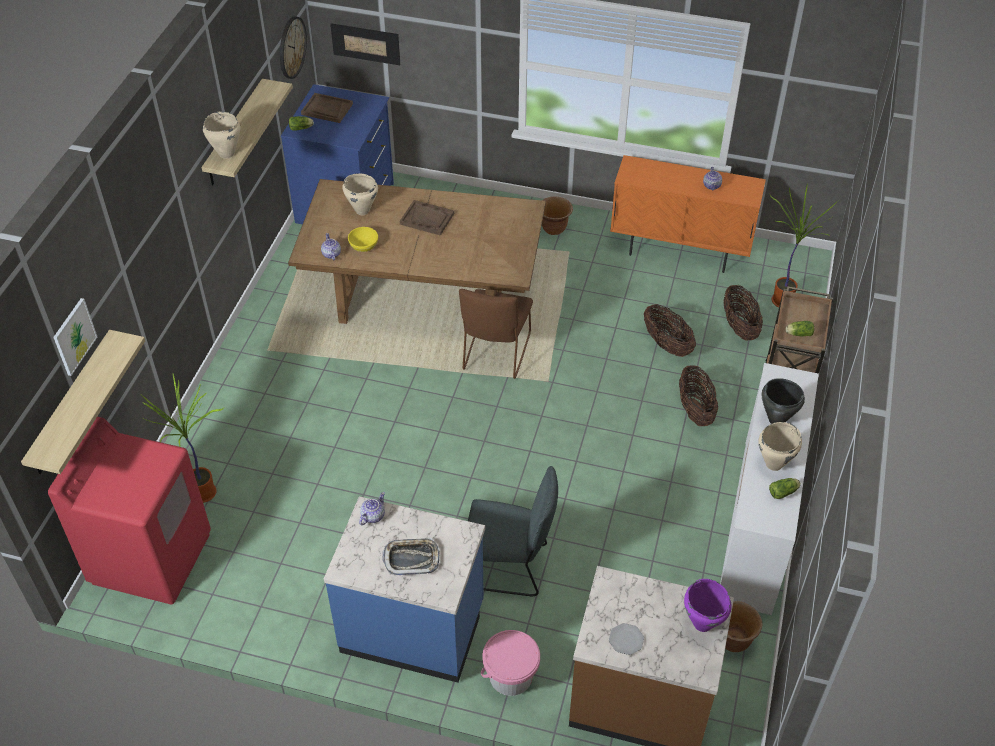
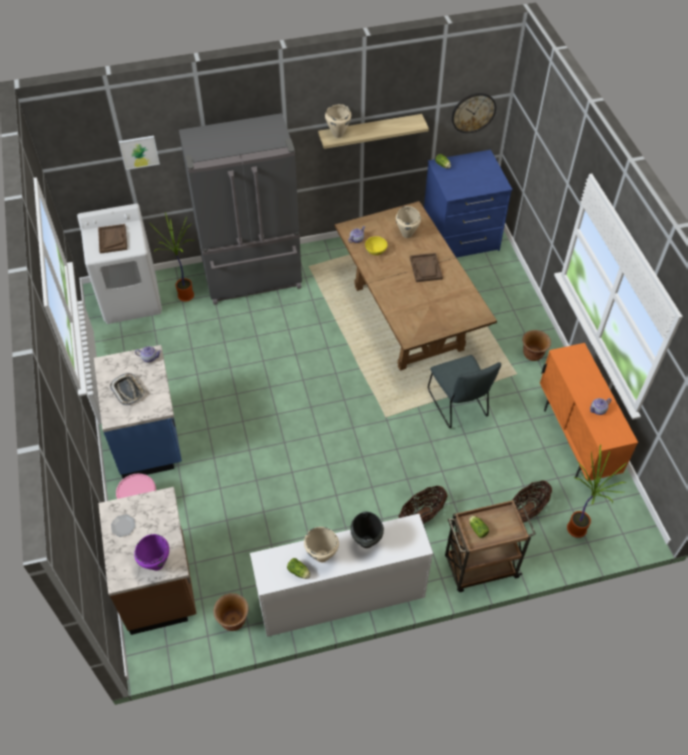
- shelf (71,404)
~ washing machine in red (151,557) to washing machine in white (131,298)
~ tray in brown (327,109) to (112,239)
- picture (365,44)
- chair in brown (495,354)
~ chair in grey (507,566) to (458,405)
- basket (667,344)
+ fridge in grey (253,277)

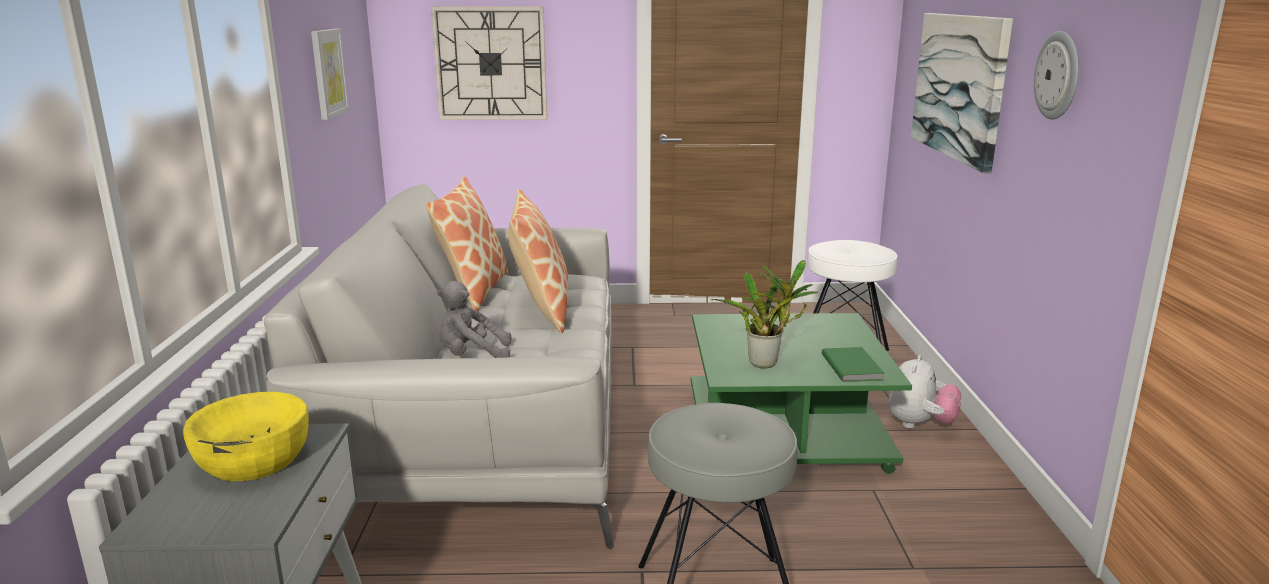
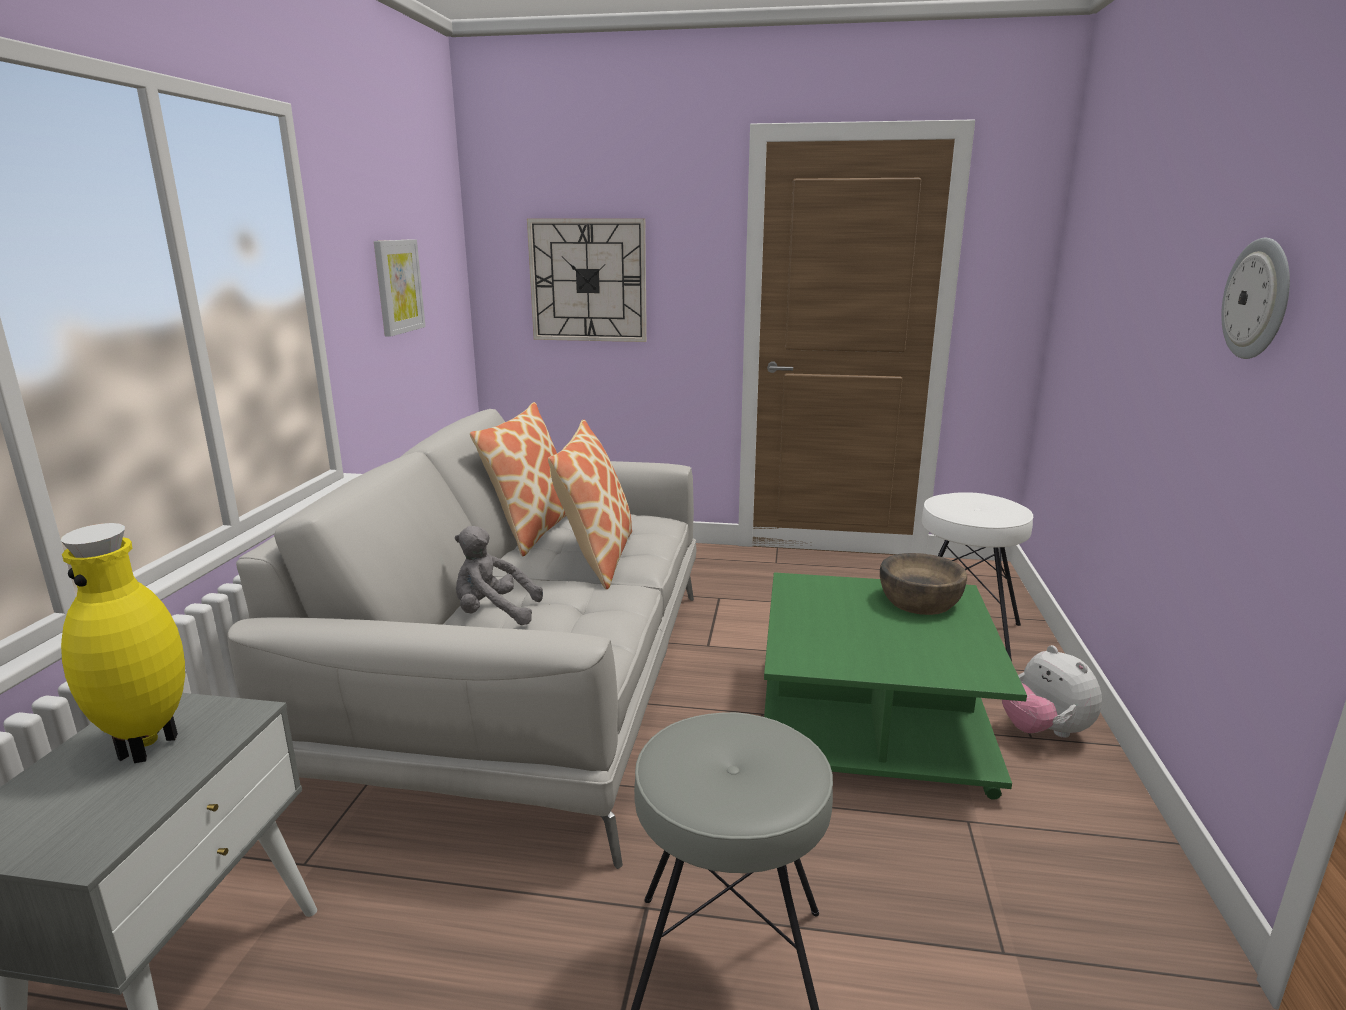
~ bowl in yellow (254,459) to vase in yellow (150,745)
- potted plant (766,363)
- book in green (853,367)
~ plush toy (919,424) = (1044,731) 120 degrees clockwise
- picture (959,86)
+ bowl in brown (919,601)

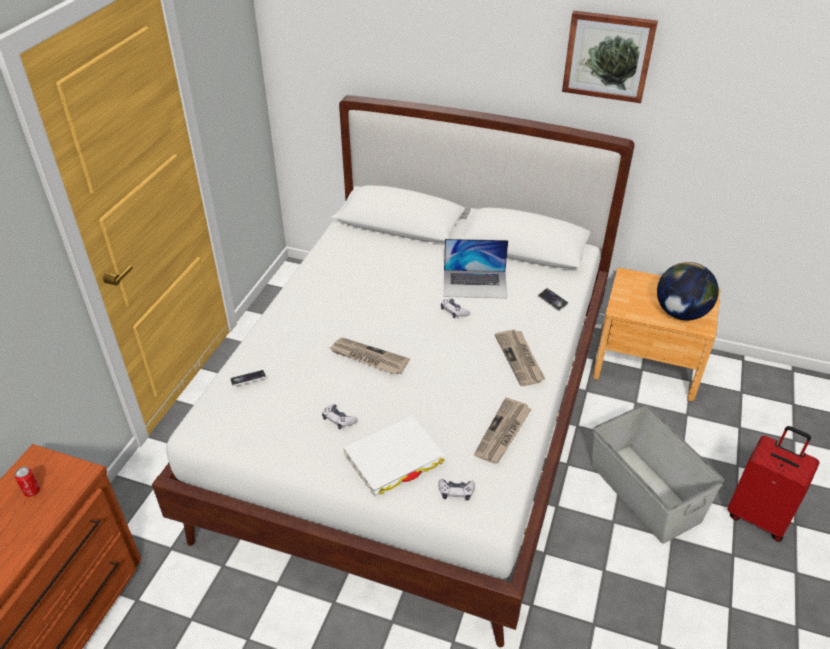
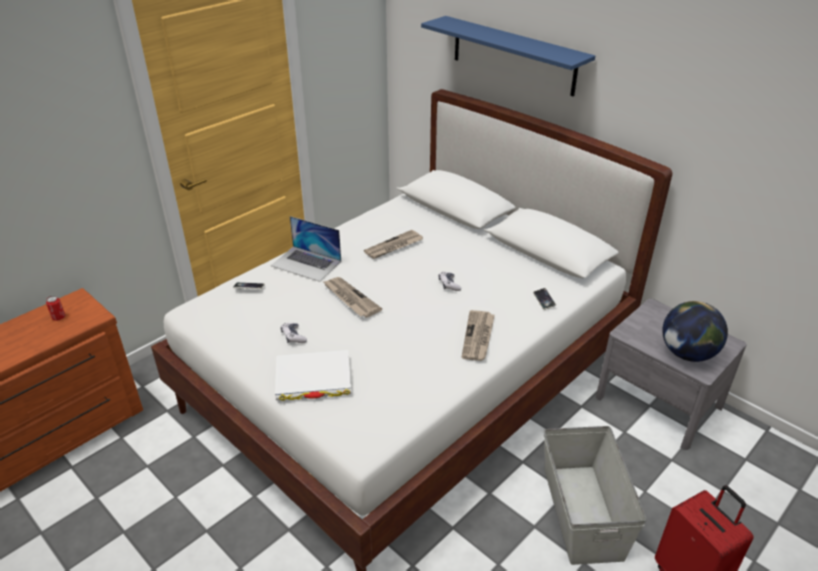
- game controller (456,492)
~ laptop (475,284) to (306,263)
~ newspaper (503,433) to (393,247)
- picture (608,56)
~ nightstand in brown (647,363) to nightstand in grey (658,402)
+ shelf in blue (513,55)

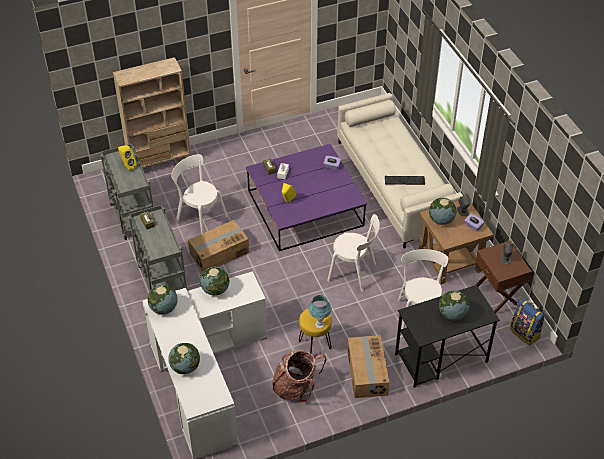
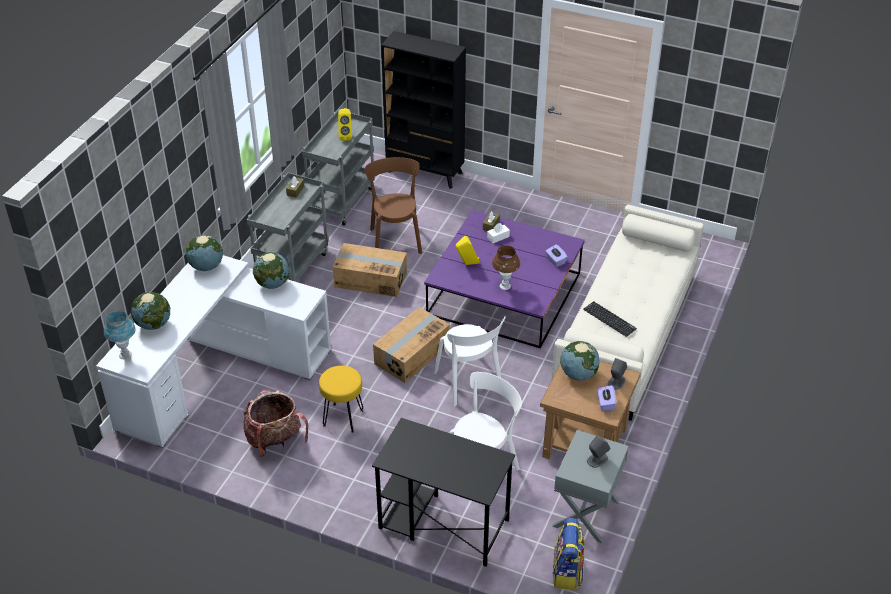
~ bookcase in beige (160,163) to bookcase in black (425,172)
~ chair in white (199,218) to chair in brown (395,239)
~ table lamp in blue (319,324) to (125,355)
~ cardboard box (366,373) to (411,354)
- globe (452,314)
~ nightstand in brown (497,297) to nightstand in grey (587,514)
+ table lamp in brown (505,286)

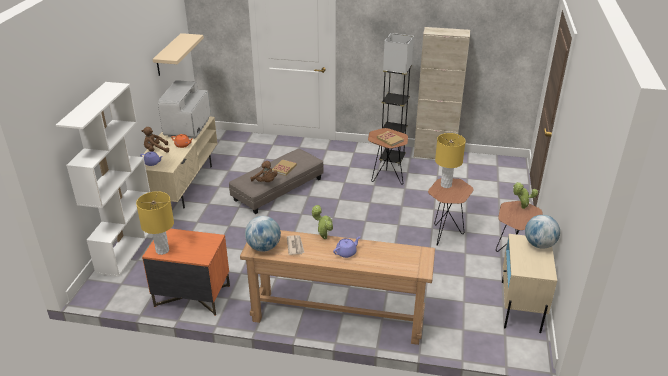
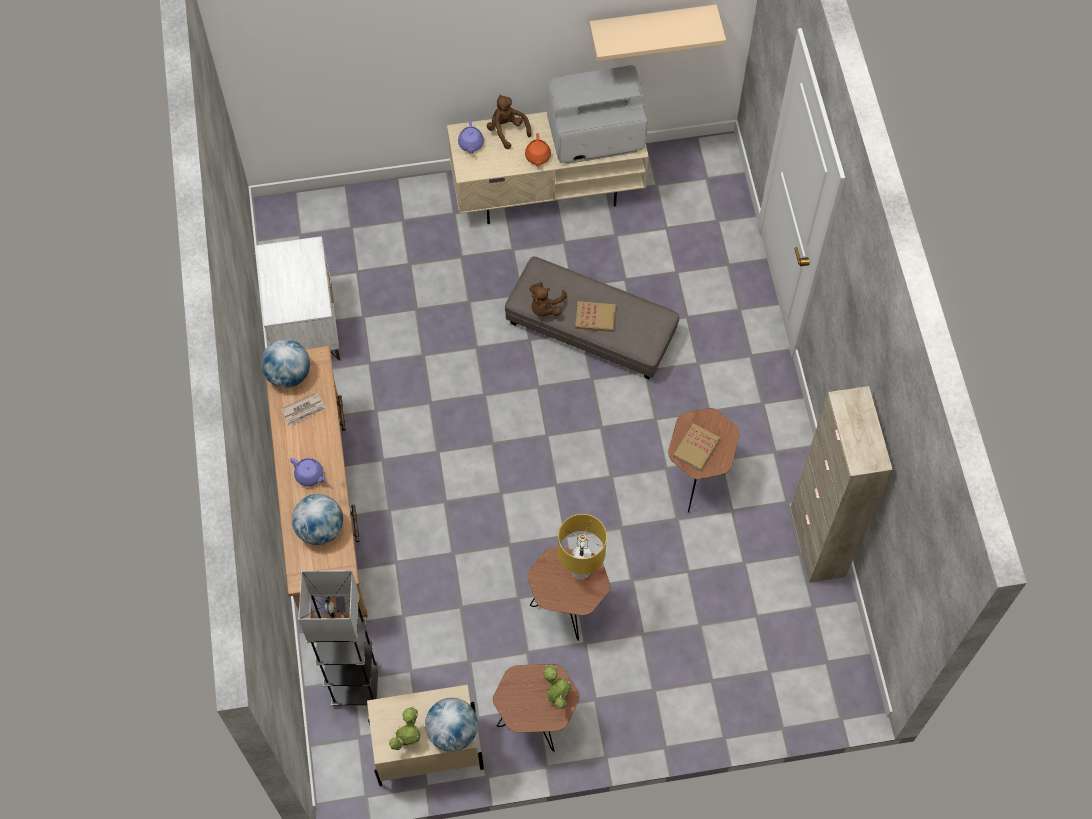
- bookcase in white (127,246)
- table lamp in yellow (162,250)
~ nightstand in orange (192,296) to nightstand in white (305,326)
~ potted plant (323,237) to (407,739)
~ floor lamp in grey (392,159) to (355,685)
+ globe (320,529)

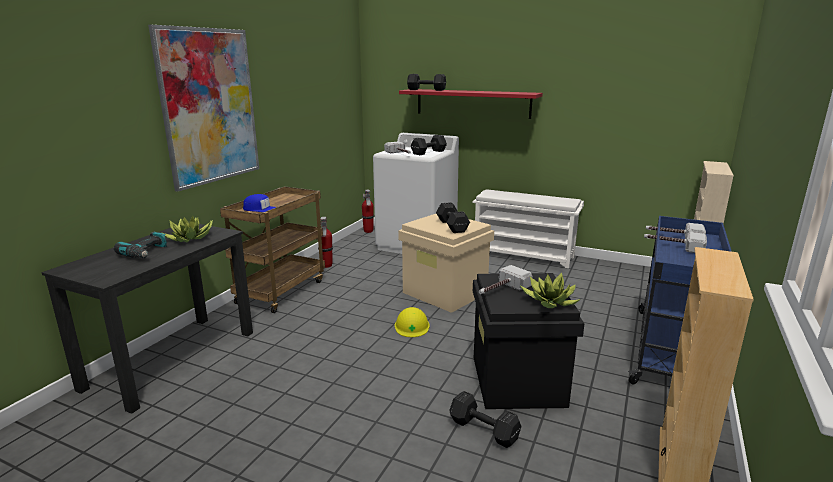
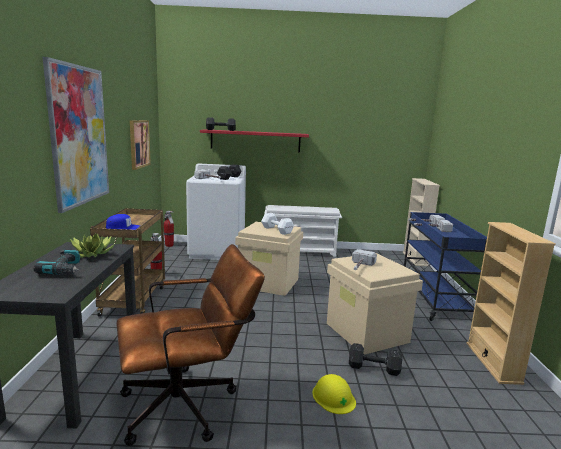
~ hard hat in yellow (412,326) to (333,397)
~ dumbbell in black (452,226) to dumbbell in white (276,230)
~ storage box in black (518,381) to storage box in beige (367,333)
- potted plant (550,302)
+ office chair in brown (189,404)
+ picture (139,144)

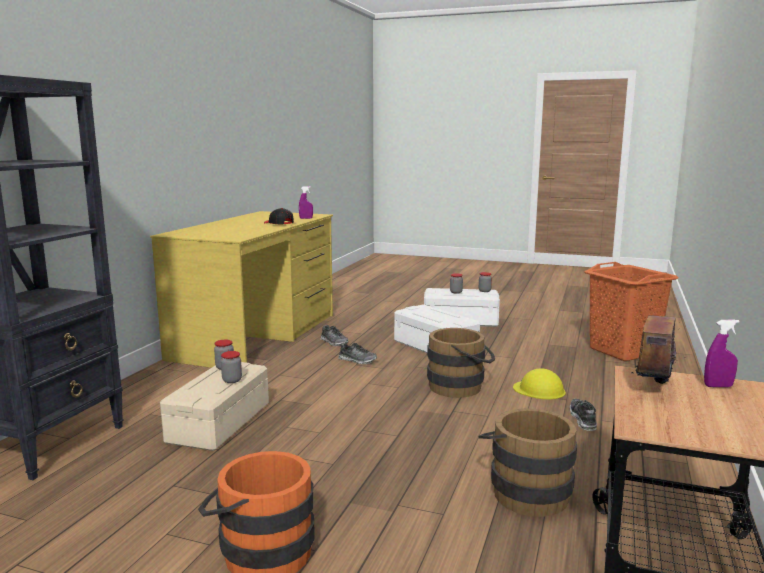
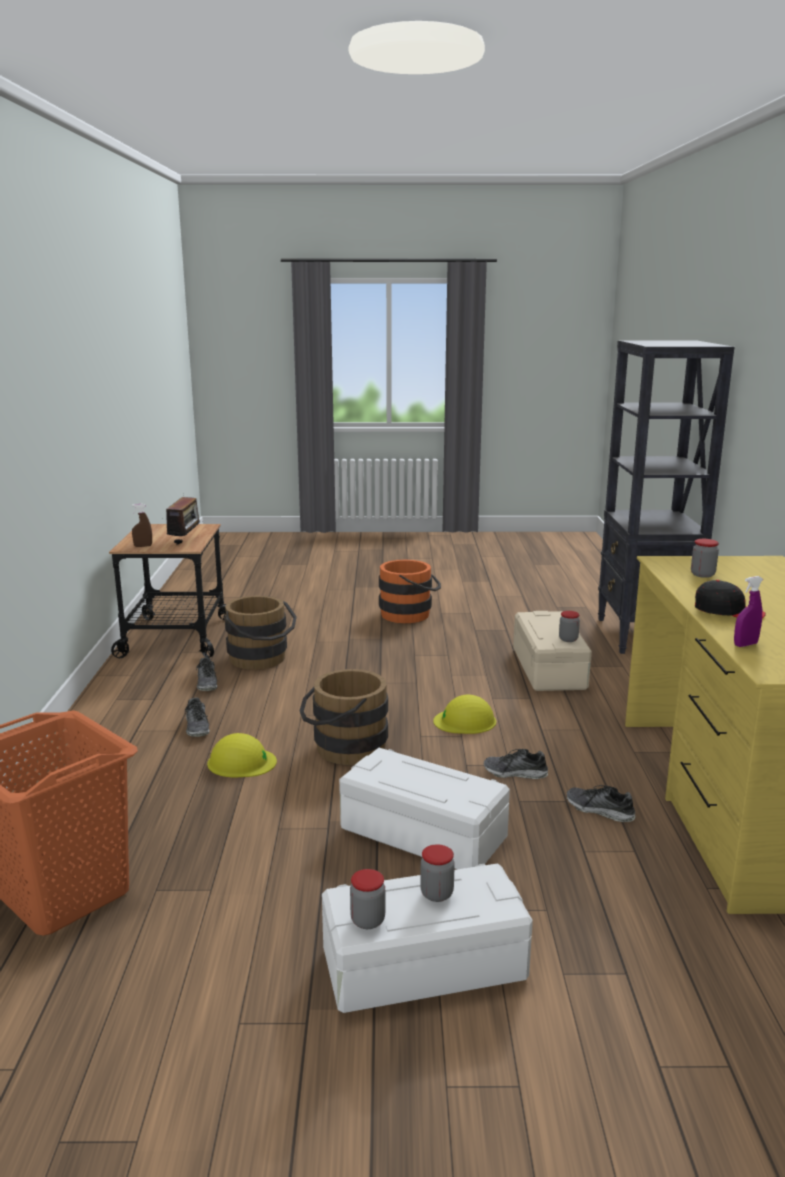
~ jar (232,380) to (702,574)
~ spray bottle in purple (718,386) to spray bottle in brown (143,546)
+ shoe (207,683)
+ hard hat in yellow (465,721)

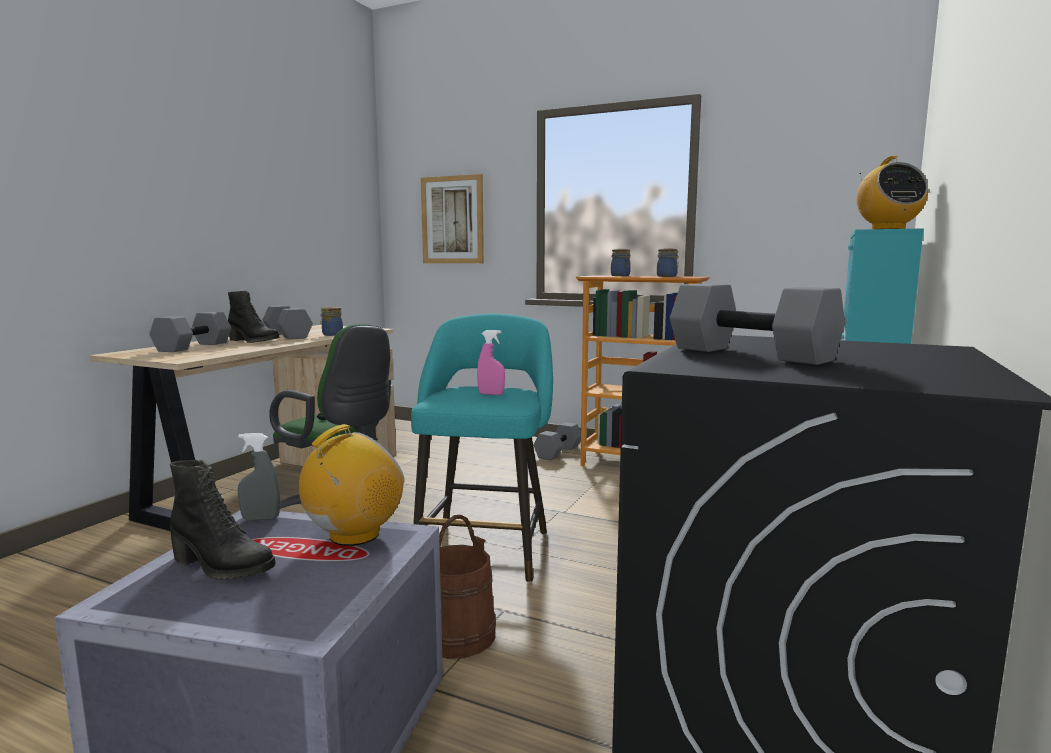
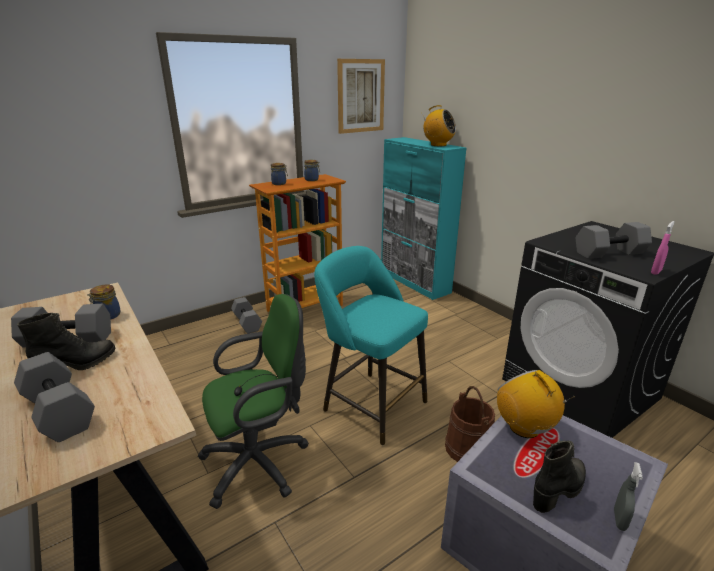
~ spray bottle in grey (260,518) to (619,520)
~ picture (452,220) to (361,96)
~ spray bottle in pink (491,394) to (656,272)

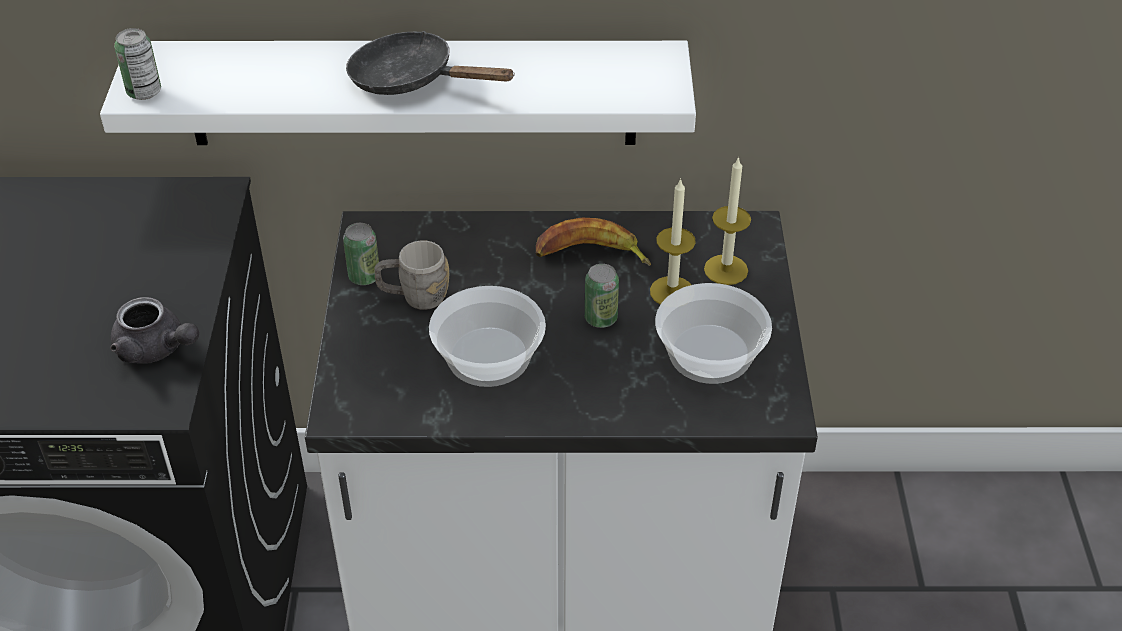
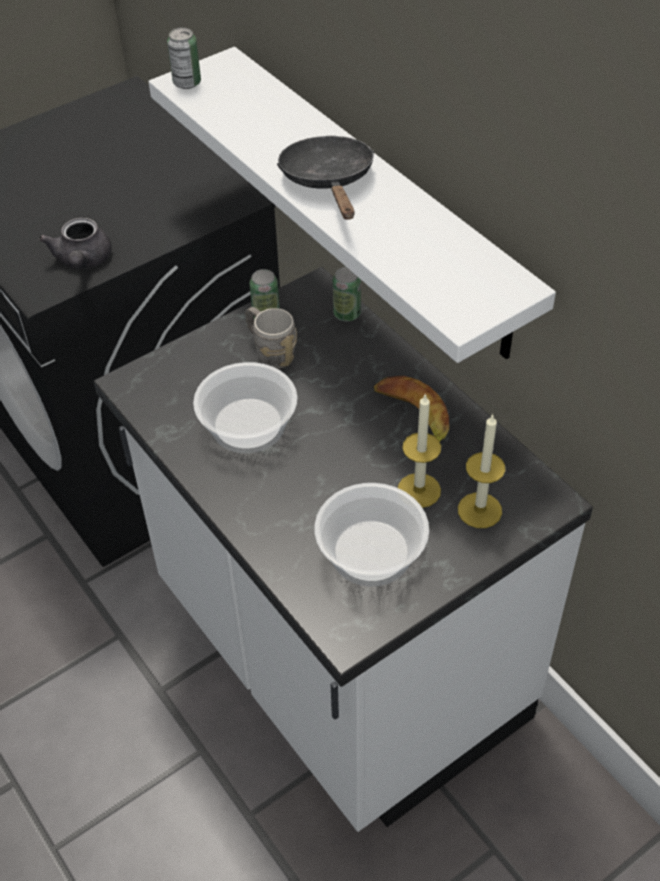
~ can (601,318) to (347,314)

